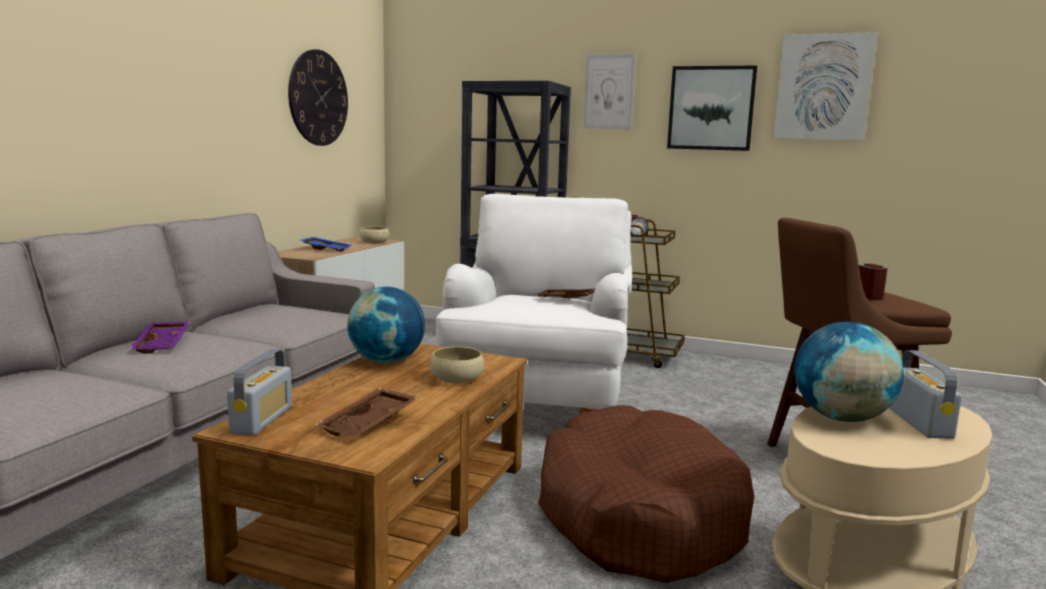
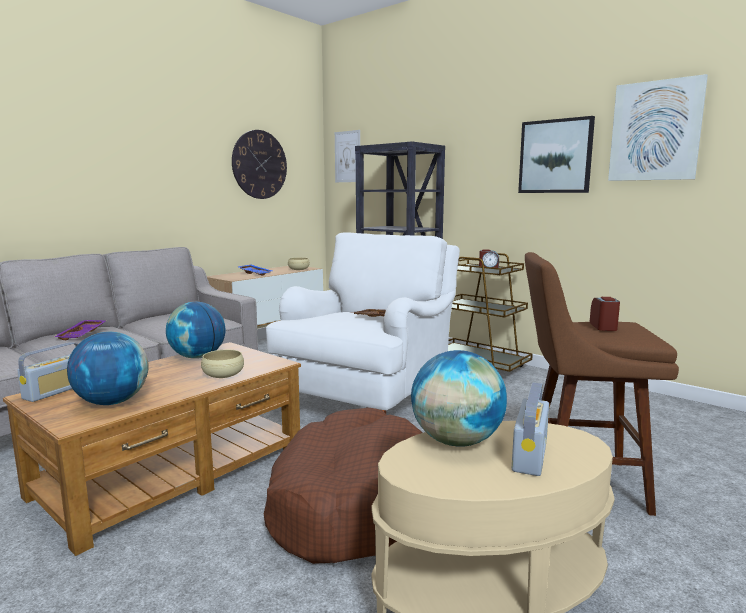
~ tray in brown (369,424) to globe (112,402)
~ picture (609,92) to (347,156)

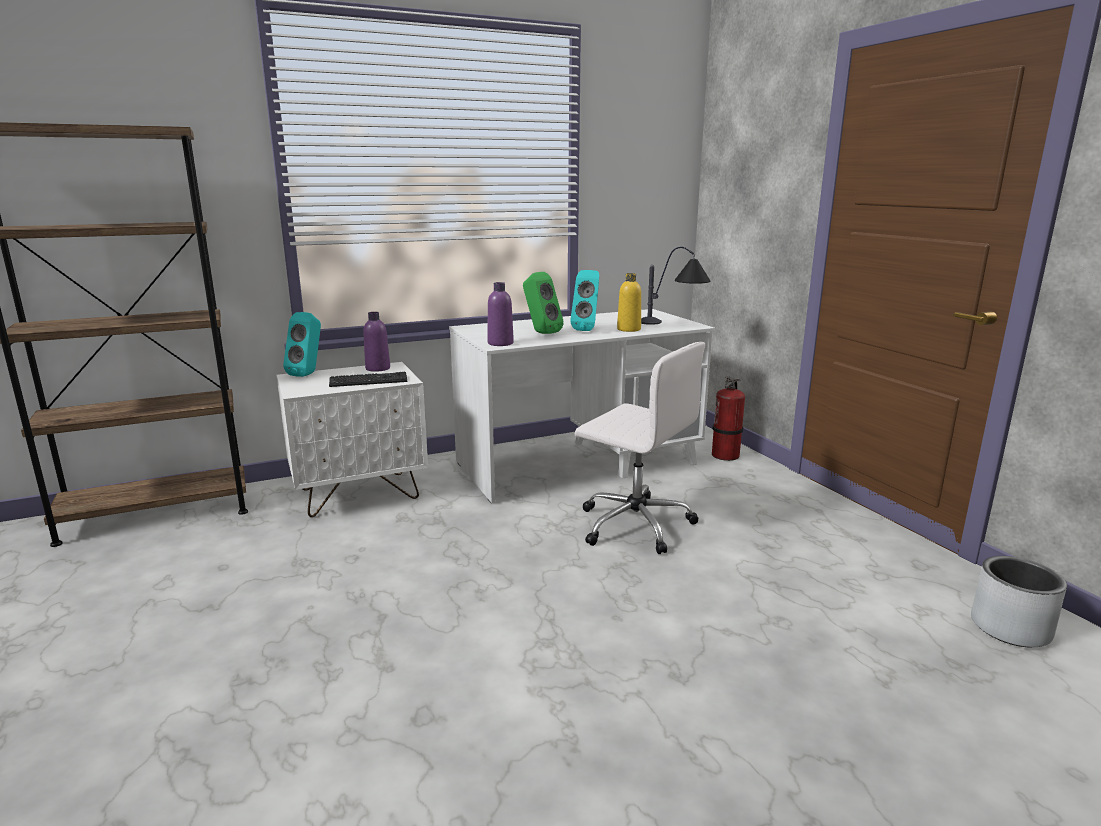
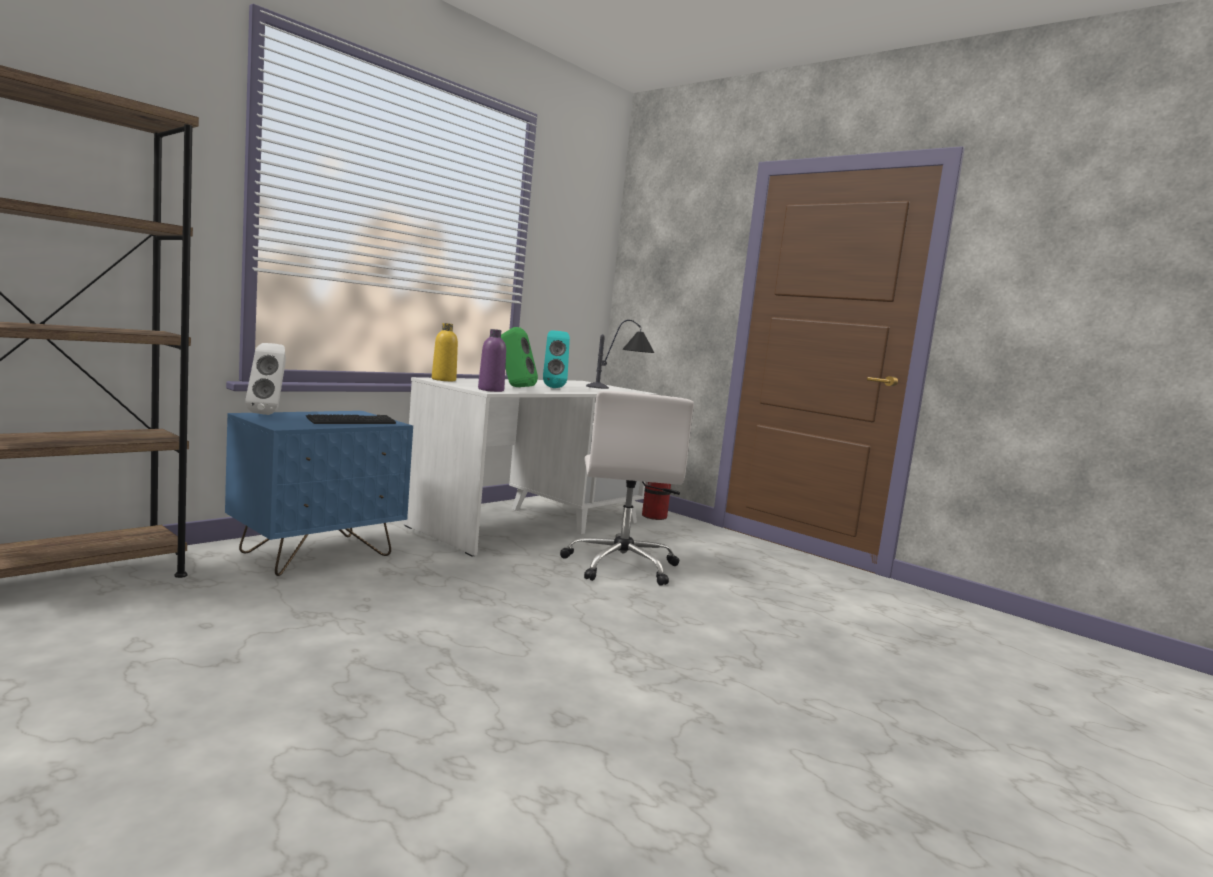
~ nightstand in white (359,494) to nightstand in blue (317,554)
~ speaker in turquoise (308,374) to speaker in white (269,414)
- bottle in purple (378,368)
~ office chair in white (633,524) = (621,566) 75 degrees clockwise
~ bottle in yellow (628,329) to (443,380)
- planter in grey (1011,628)

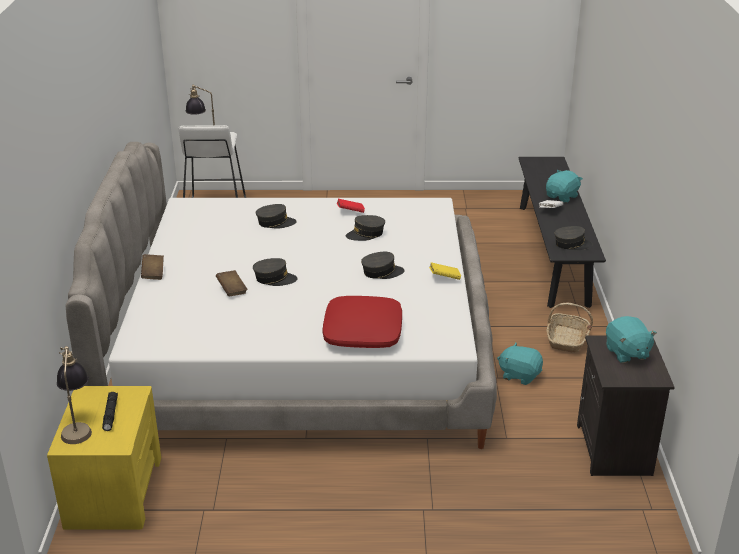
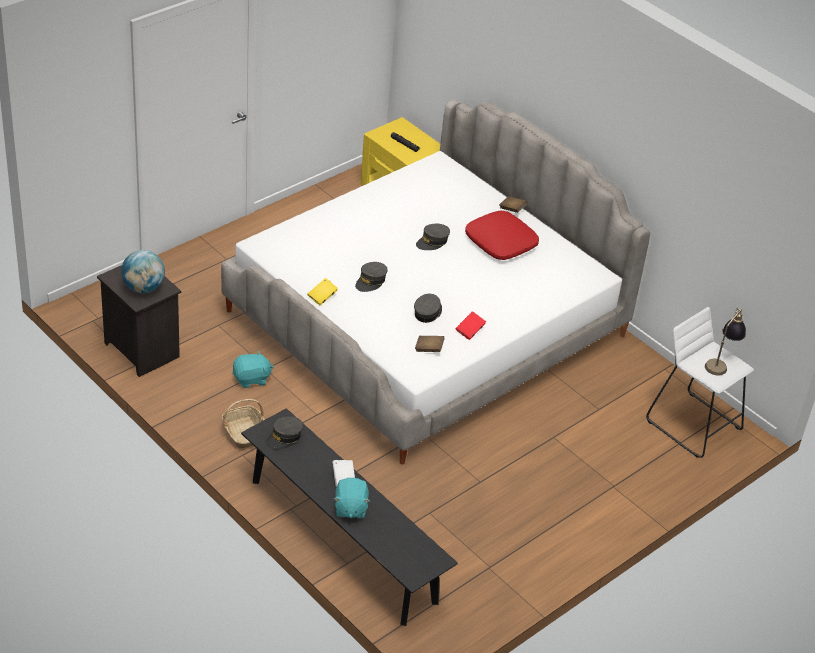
- table lamp (78,425)
~ book in brown (232,290) to (429,349)
- cap in grey (275,222)
~ pillow in red (362,331) to (501,242)
~ plush toy in turquoise (626,353) to globe (143,288)

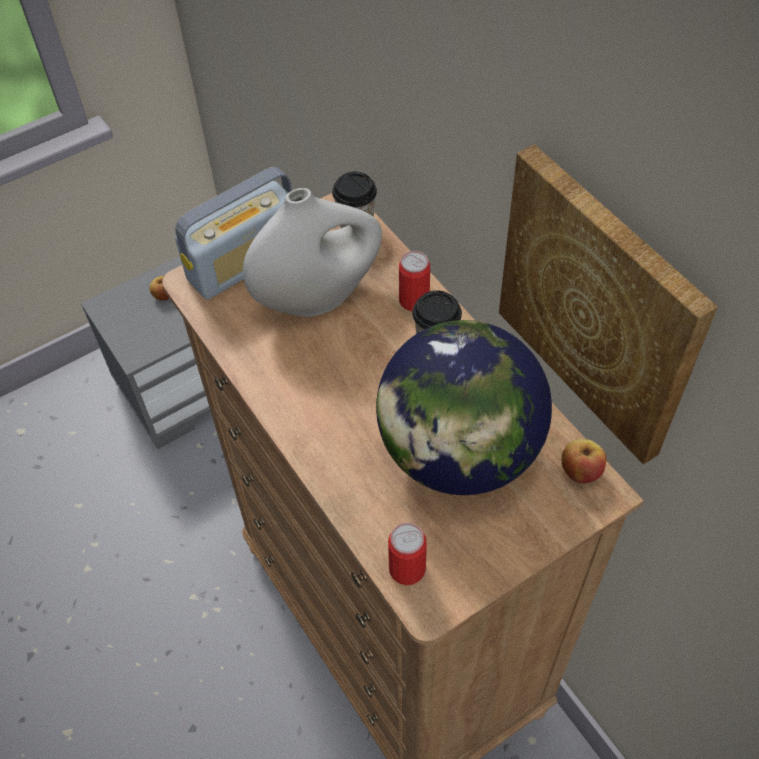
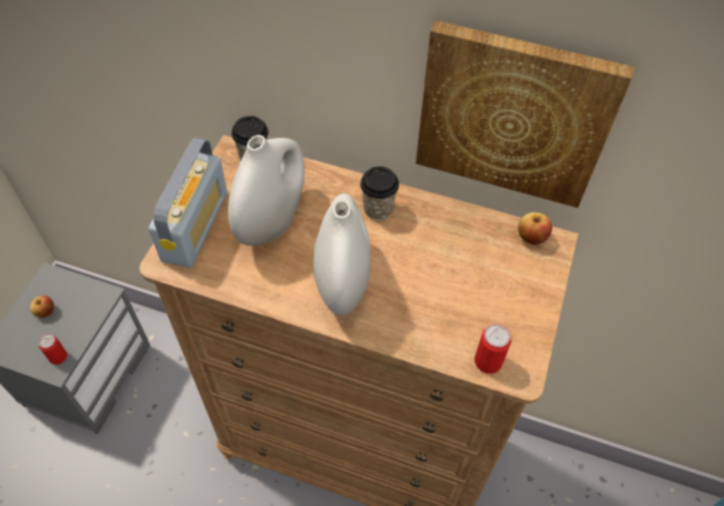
- globe (459,452)
~ can (414,300) to (58,357)
+ vase in white (342,282)

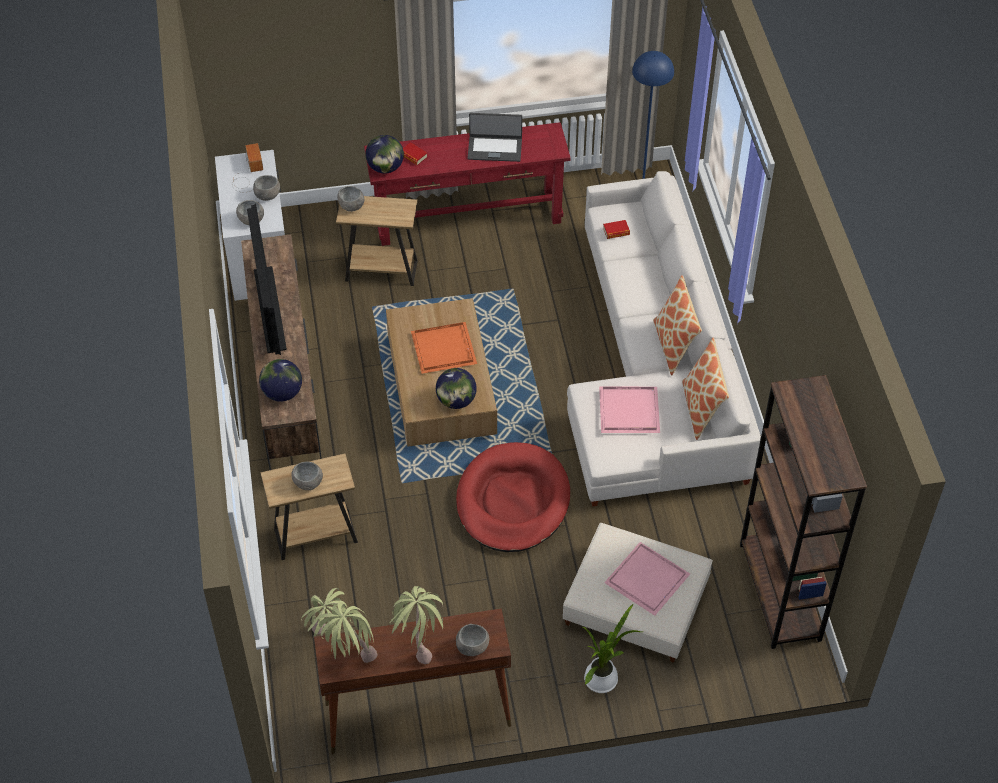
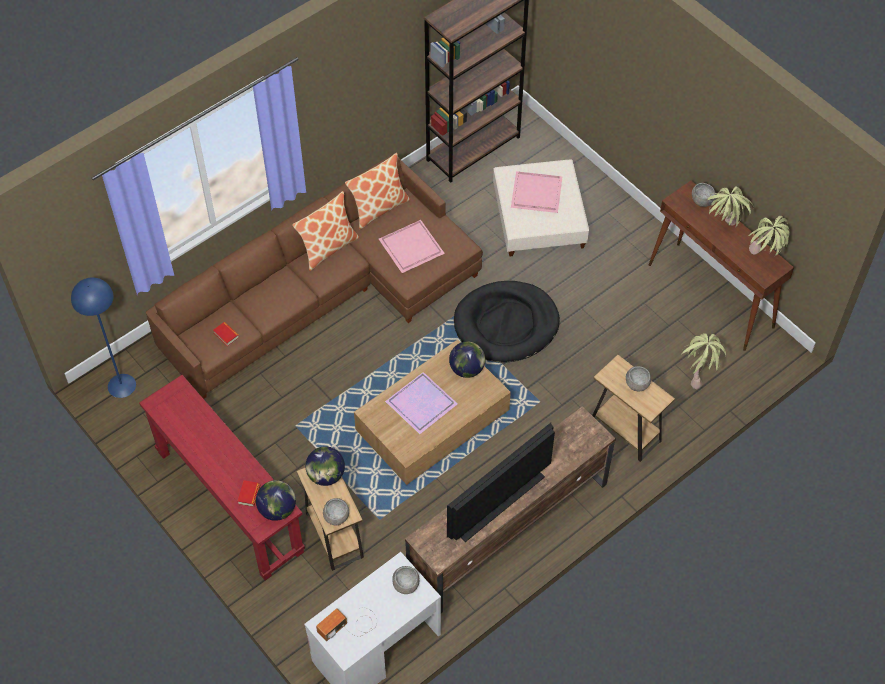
- bowl in grey (267,196)
~ globe (282,393) to (326,475)
~ tray in orange (445,349) to tray in purple (421,402)
~ dog bed in red (513,501) to dog bed in black (506,324)
- laptop (494,148)
~ sofa in white (654,372) to sofa in brown (325,292)
- potted plant (603,678)

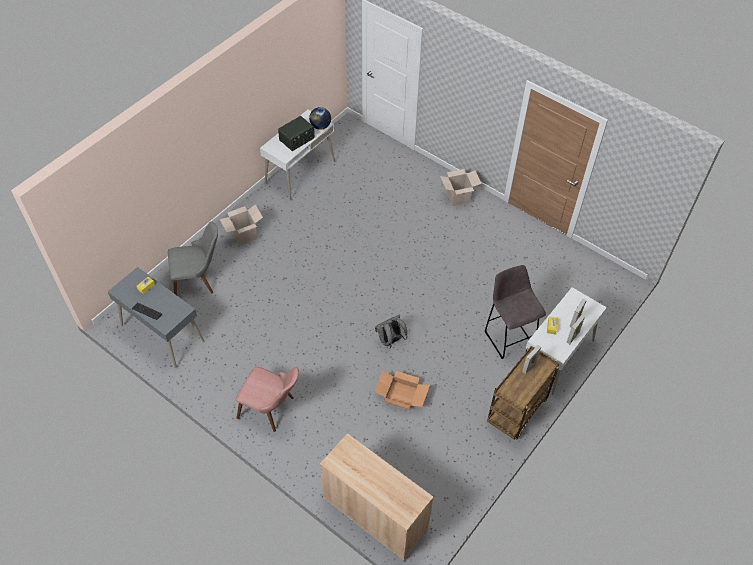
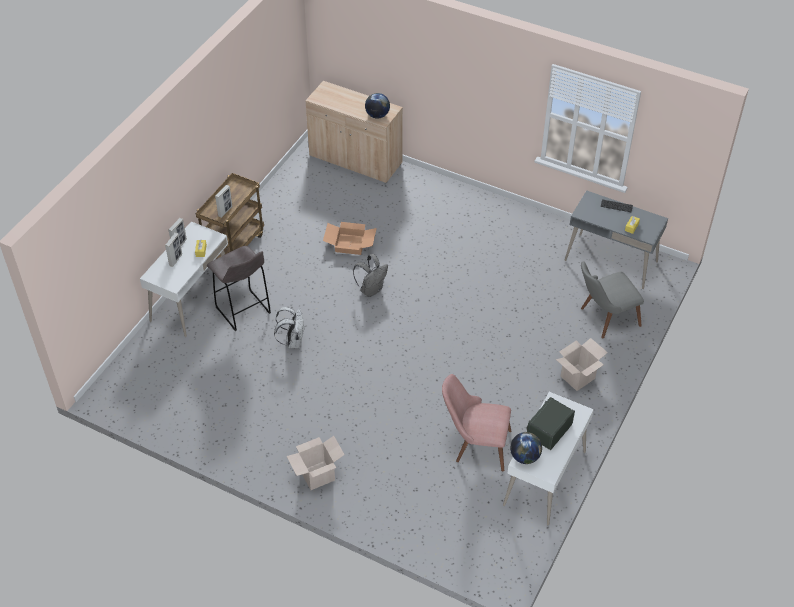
~ chair in pink (272,409) to (475,445)
+ backpack in white (293,341)
+ globe (377,115)

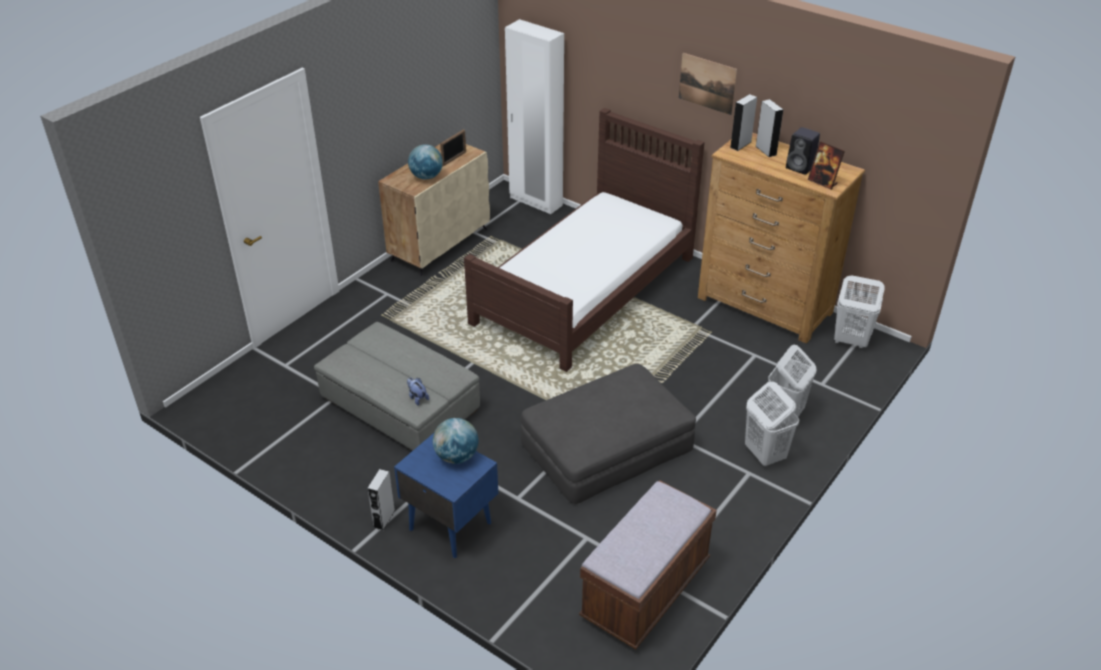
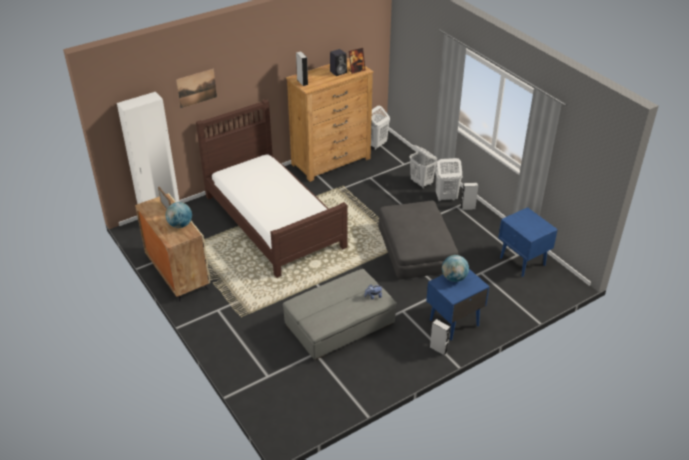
~ bench in brown (645,591) to nightstand in blue (522,262)
~ picture (707,83) to (196,88)
~ speaker in grey (766,150) to (467,208)

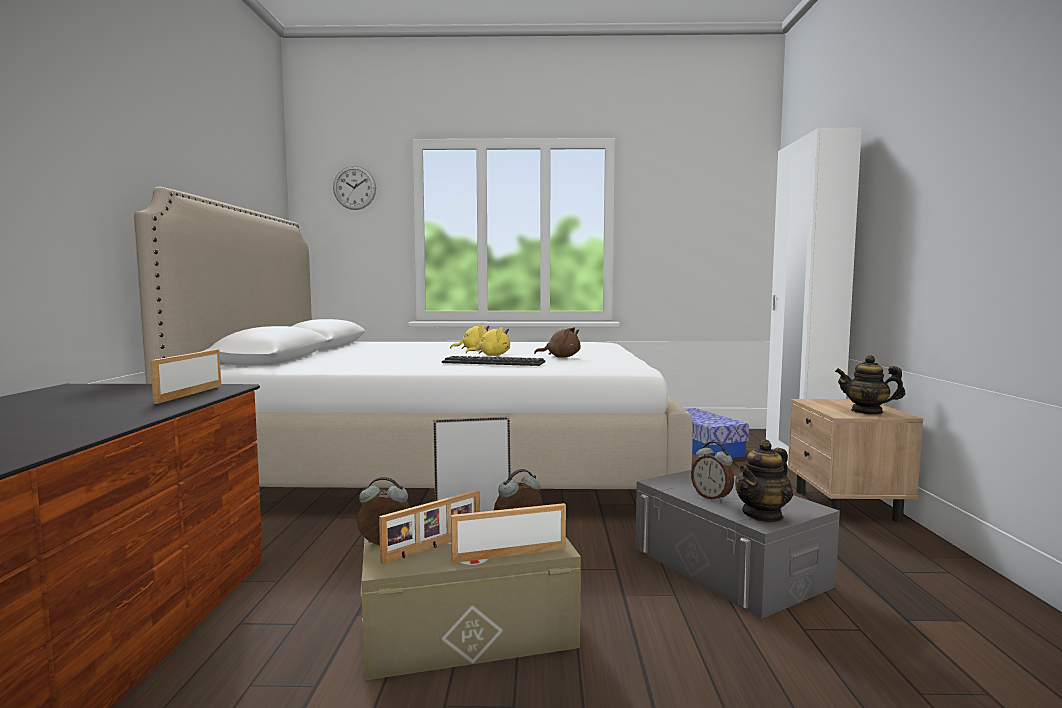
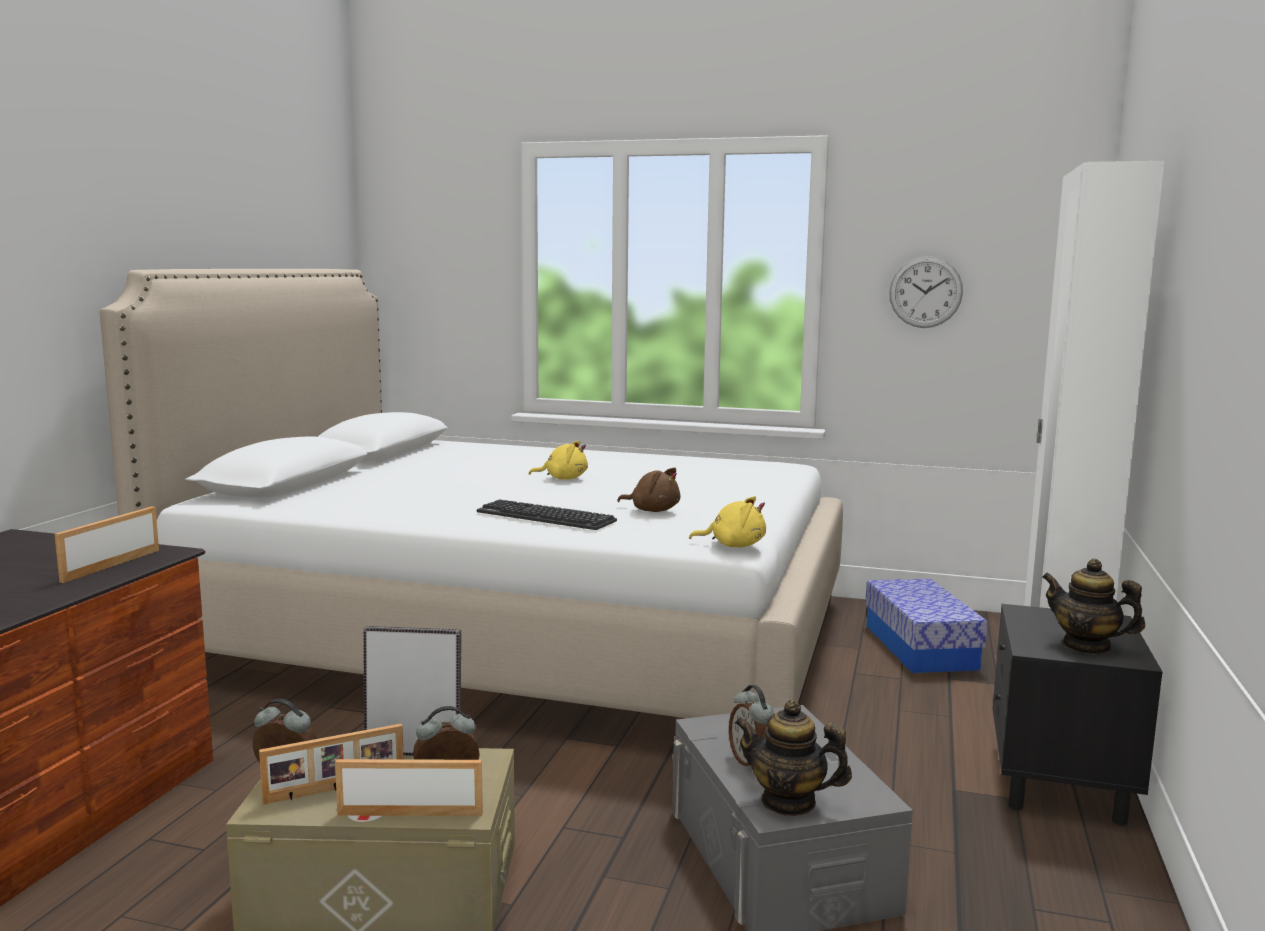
~ wall clock (354,187) to (925,292)
~ plush toy in yellow (491,355) to (733,545)
~ teapot (763,515) = (788,802) 45 degrees clockwise
~ nightstand in beige (846,506) to nightstand in black (1059,784)

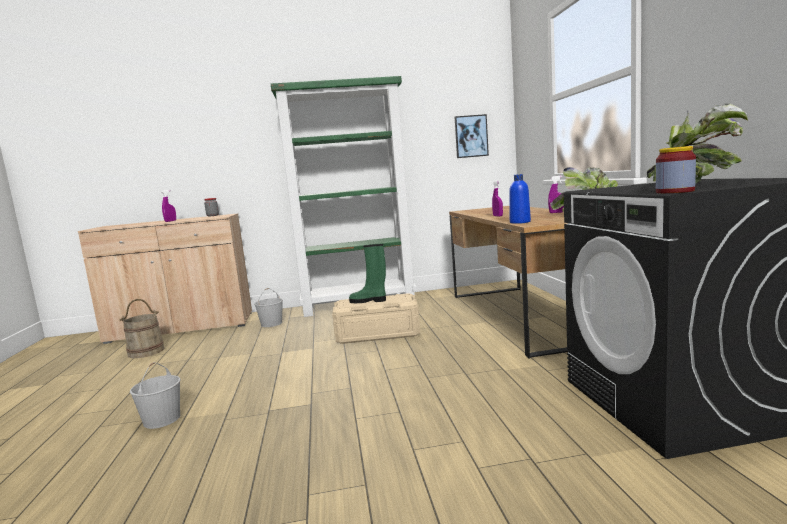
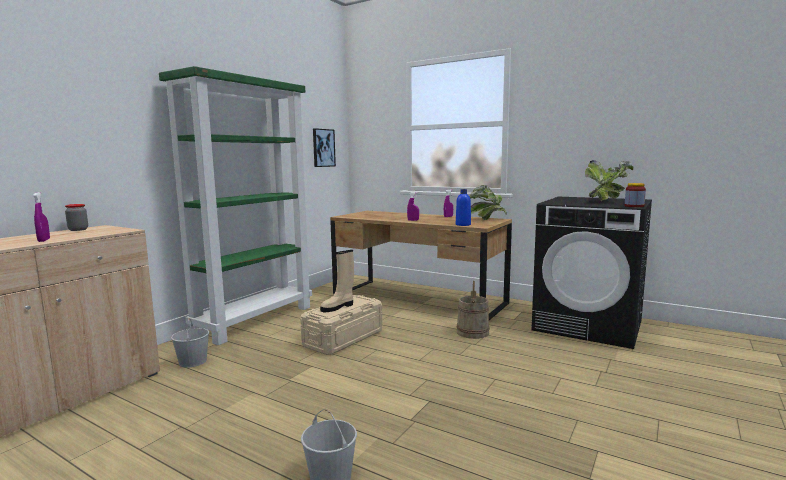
~ bucket in beige (146,351) to (472,332)
~ boot in green (369,301) to boot in beige (338,307)

